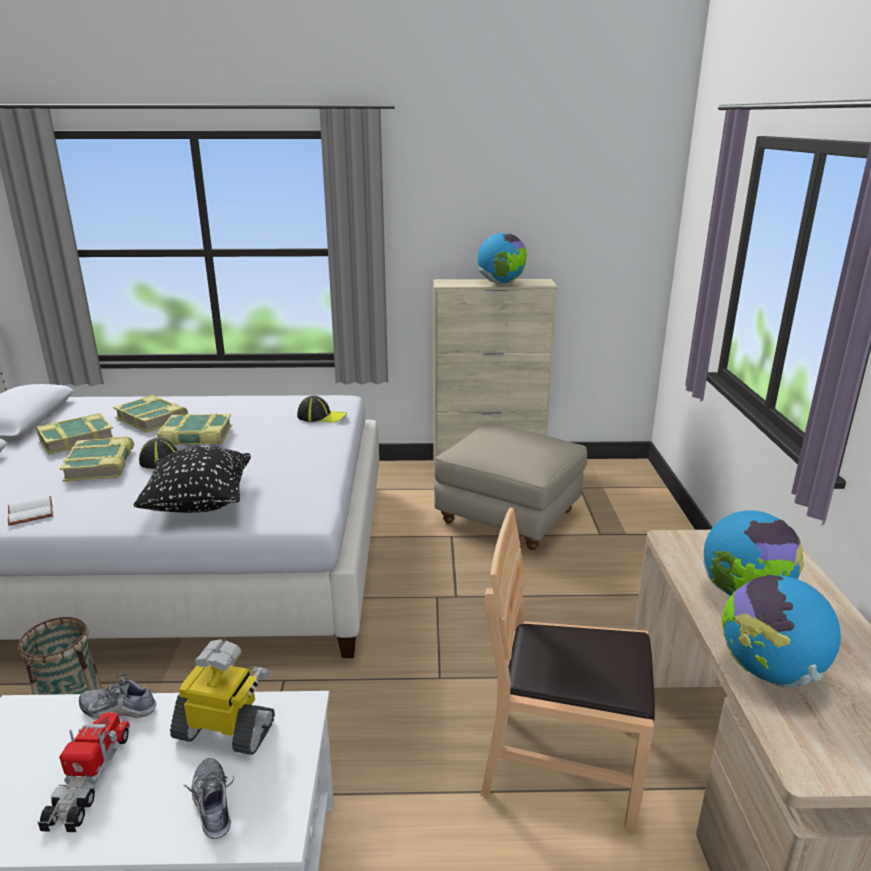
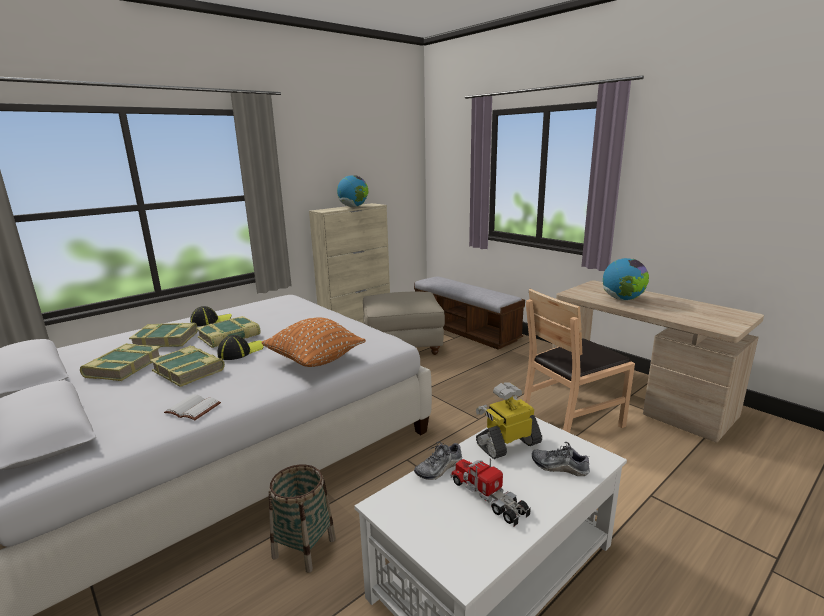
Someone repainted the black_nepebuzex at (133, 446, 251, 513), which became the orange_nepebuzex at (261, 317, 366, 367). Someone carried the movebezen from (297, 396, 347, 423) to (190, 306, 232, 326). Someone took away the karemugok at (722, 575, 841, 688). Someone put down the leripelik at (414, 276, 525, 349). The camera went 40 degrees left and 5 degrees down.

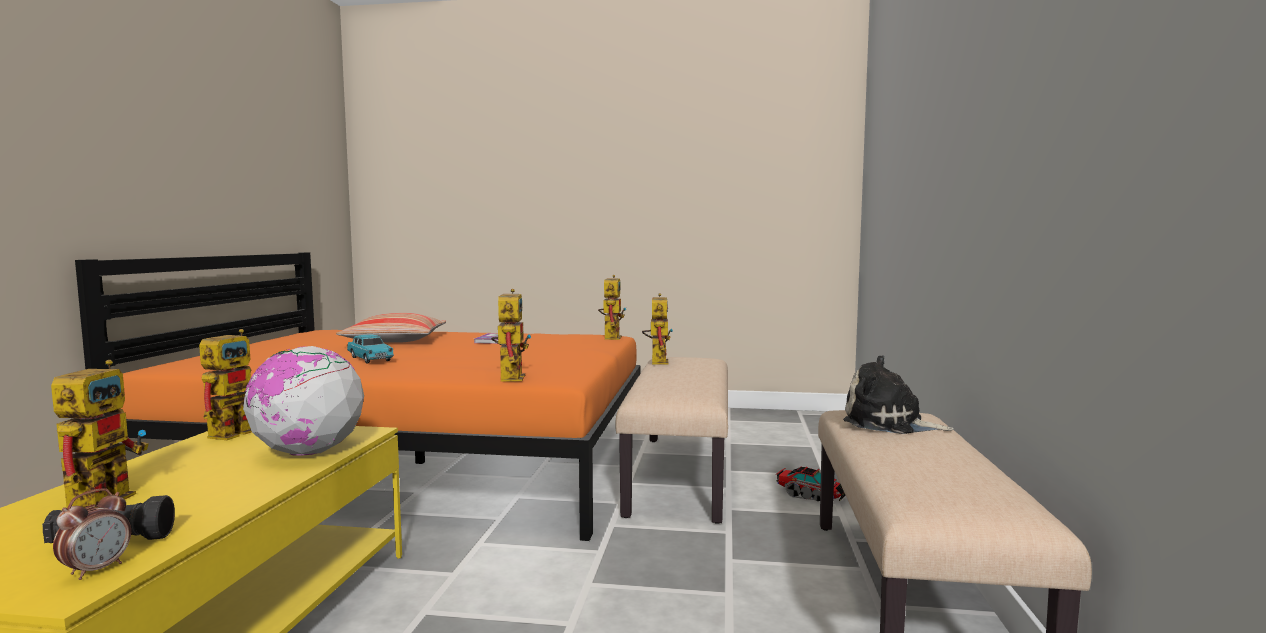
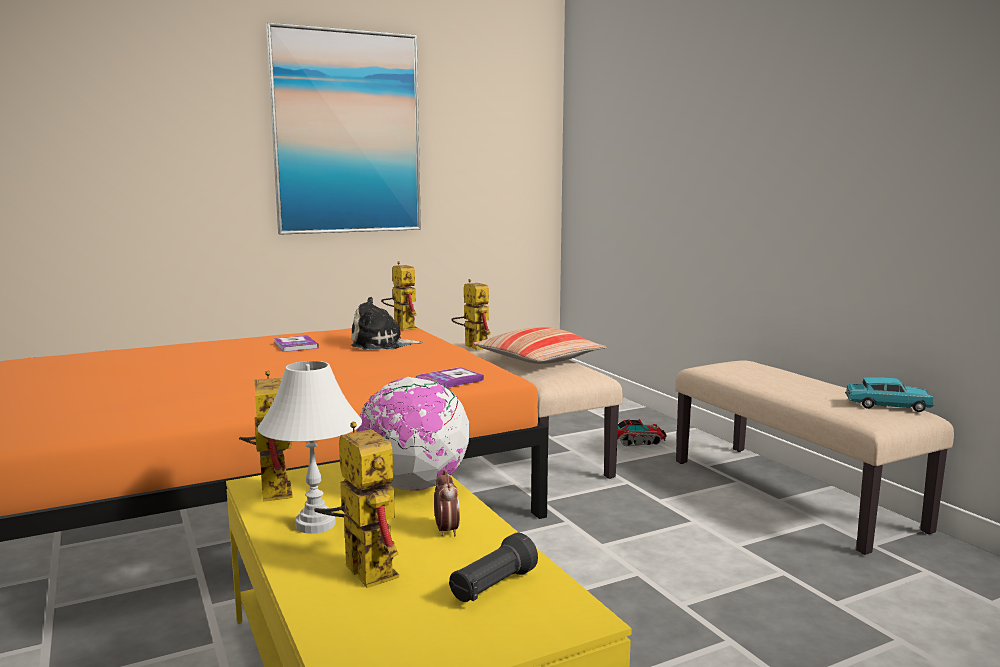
Someone carried the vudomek from (53, 488, 131, 580) to (434, 470, 460, 537). Someone carried the nepebuzex from (336, 313, 446, 343) to (473, 327, 607, 364). Someone carried the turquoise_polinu from (347, 334, 394, 364) to (845, 377, 935, 412). Someone swapped the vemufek at (491, 289, 531, 382) for the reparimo at (415, 367, 484, 388). Someone carried the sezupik from (843, 355, 954, 434) to (351, 297, 423, 349). Someone put down the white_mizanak at (258, 361, 362, 534). Someone put up the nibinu at (266, 22, 421, 235). The camera went 35 degrees left and 5 degrees up.

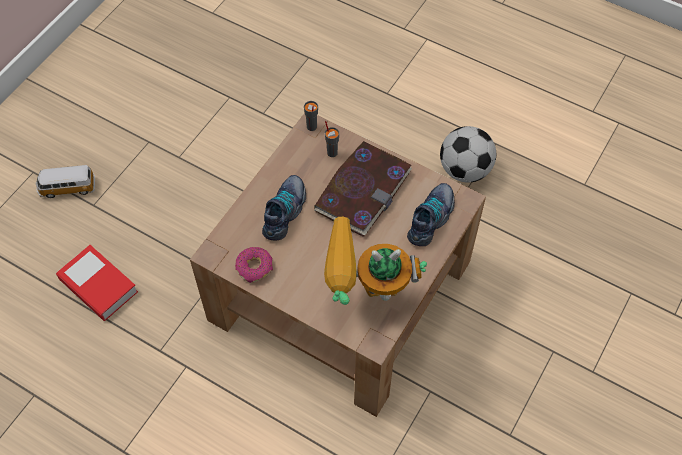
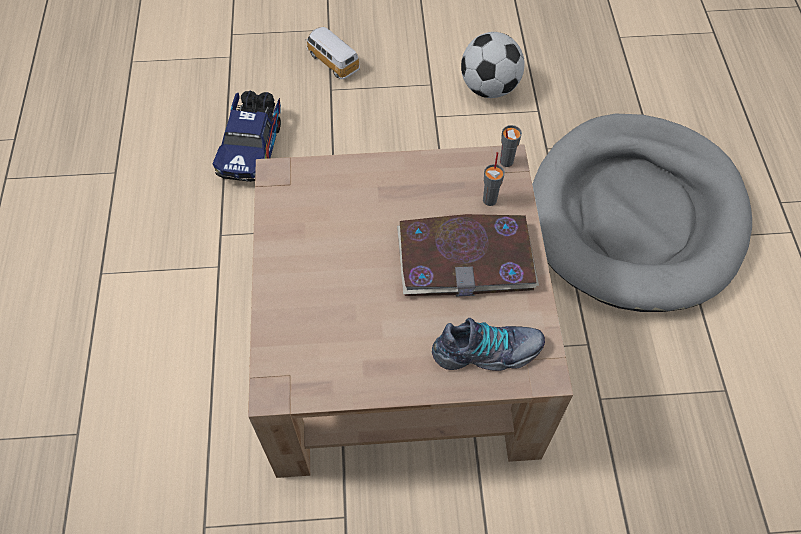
Someone swapped the reparimo at (56, 245, 138, 321) for the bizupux at (213, 91, 281, 182). Someone took away the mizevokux at (235, 247, 273, 283). Someone took away the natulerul at (262, 175, 306, 240). Someone took away the vemufek at (324, 217, 427, 305). Someone carried the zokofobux from (440, 126, 496, 183) to (461, 32, 525, 98). Someone put down the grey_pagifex at (532, 113, 752, 312). The camera went 55 degrees right and 0 degrees up.

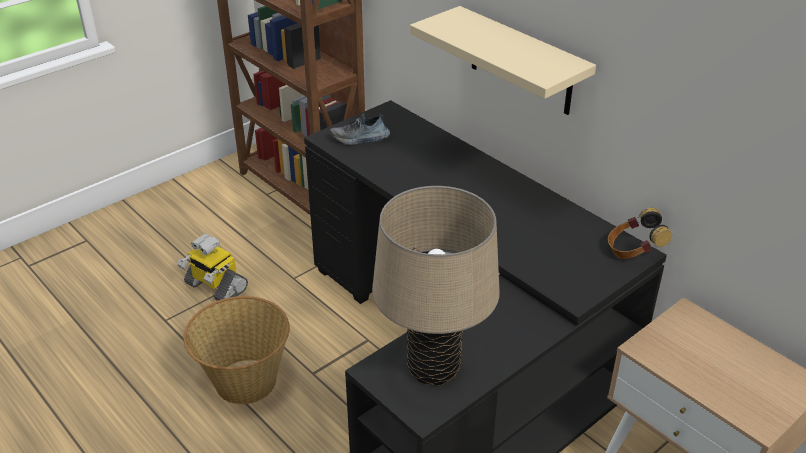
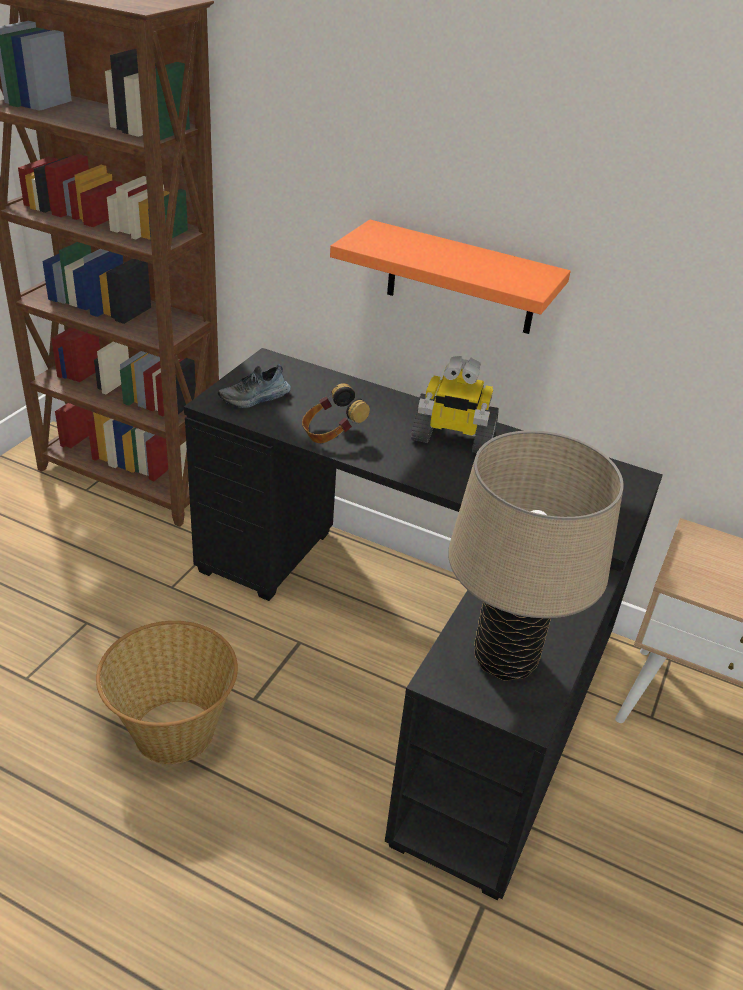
Someone carried the vemufek from (177, 234, 248, 301) to (411, 356, 499, 453). Someone repainted the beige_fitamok at (410, 6, 596, 115), which became the orange_fitamok at (330, 220, 571, 334). Someone carried the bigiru from (608, 208, 672, 259) to (302, 383, 370, 443). The camera went 25 degrees left and 0 degrees up.

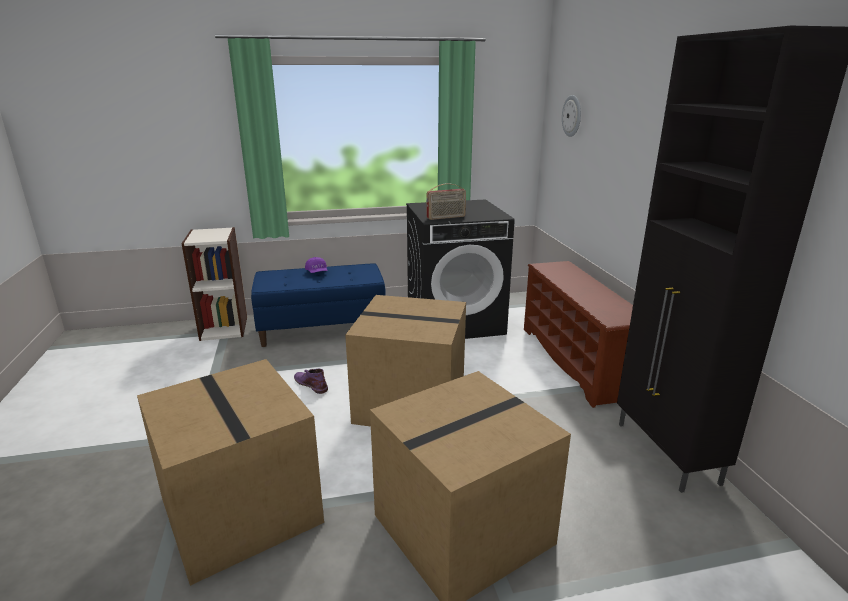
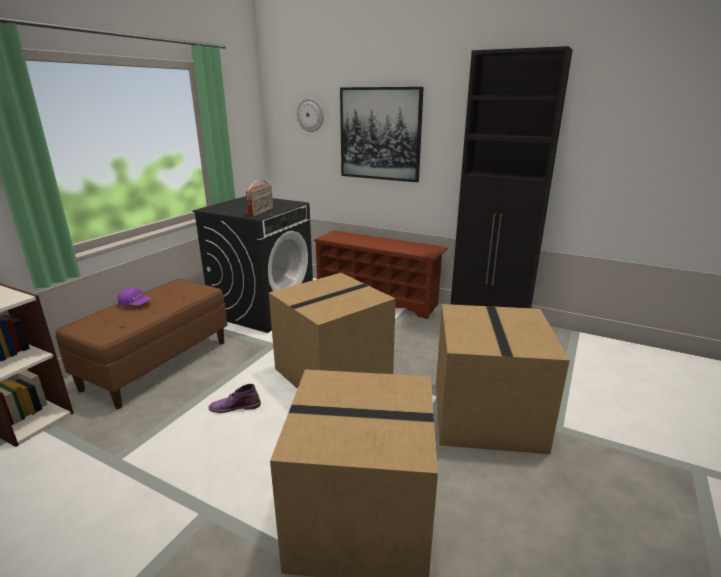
Someone repainted the blue_leripelik at (251, 263, 386, 347), which became the brown_leripelik at (56, 279, 227, 409). Someone put up the nibinu at (340, 87, 424, 182). The camera went 50 degrees left and 0 degrees up.

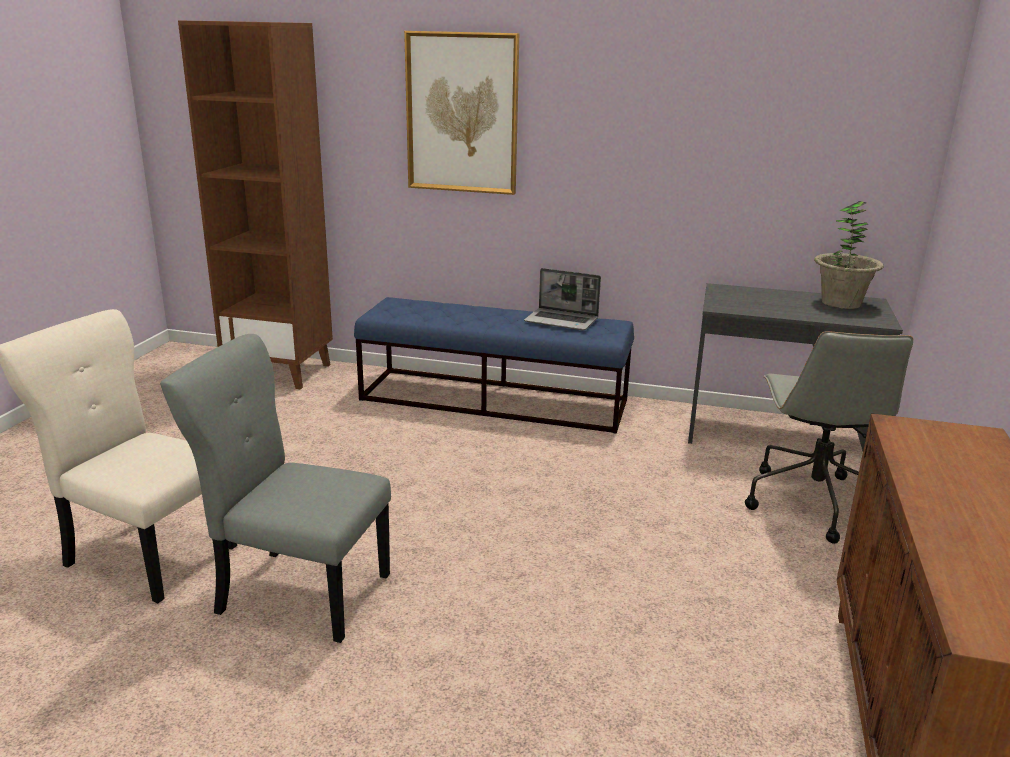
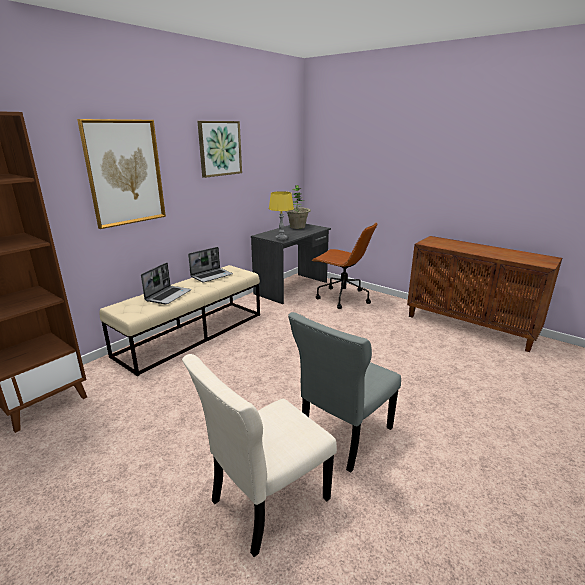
Someone repainted the blue_leripelik at (354, 297, 634, 434), which became the beige_leripelik at (99, 265, 260, 376). Someone repainted the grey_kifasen at (745, 331, 913, 544), which became the brown_kifasen at (311, 222, 377, 309). Someone put down the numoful at (141, 262, 191, 304). Someone put up the nibinu at (197, 121, 242, 178). Someone put down the yellow_mizanak at (269, 191, 294, 240). The camera went 65 degrees left and 0 degrees up.

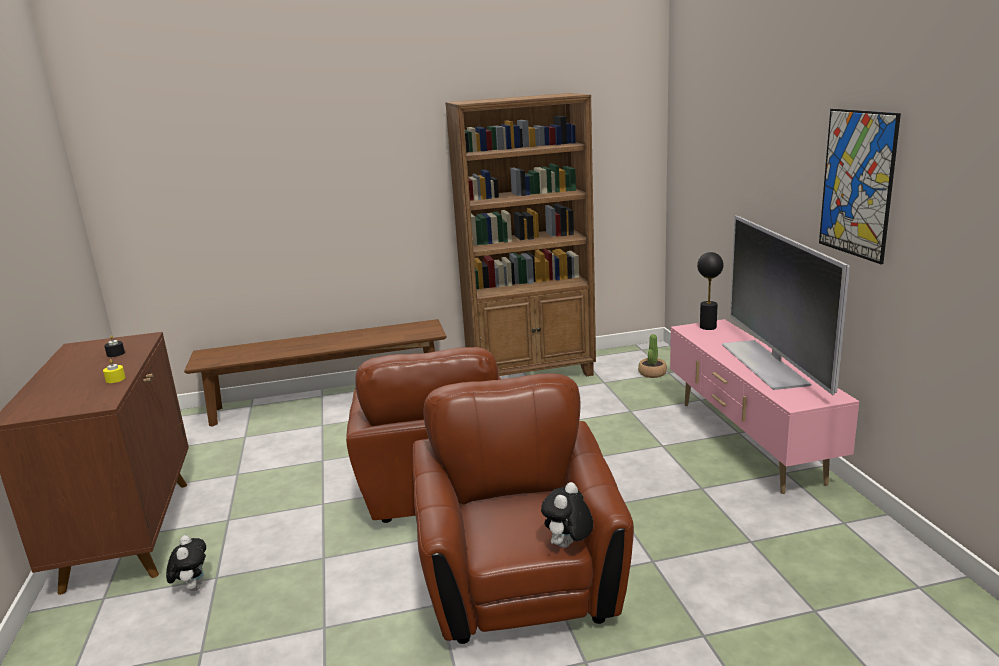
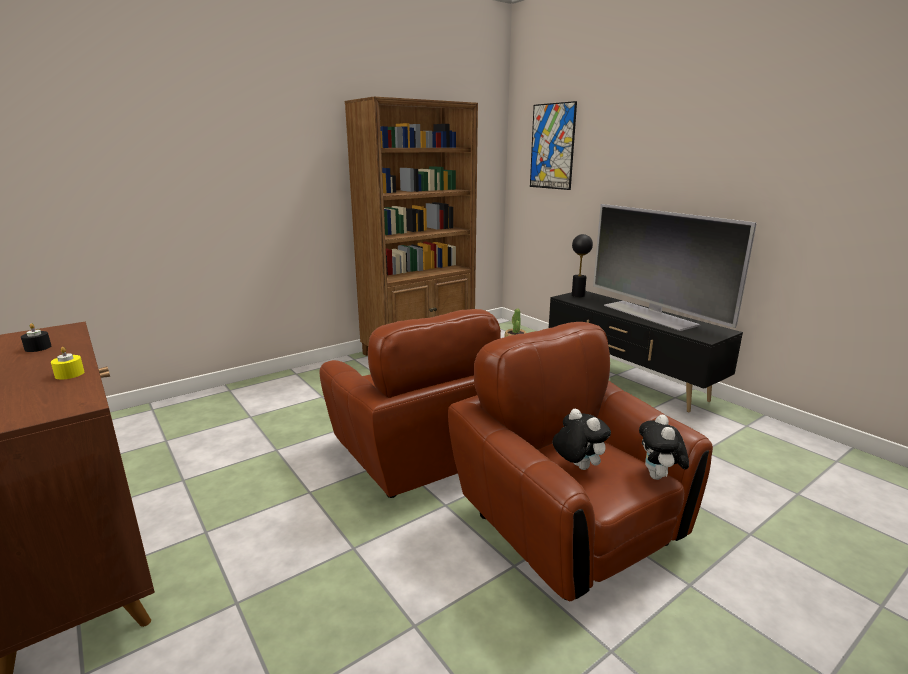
Someone carried the sezupik from (166, 535, 206, 591) to (553, 409, 611, 470). Someone took away the brown_leripelik at (184, 319, 446, 427). Someone repainted the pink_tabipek at (670, 319, 859, 494), which became the black_tabipek at (549, 291, 743, 412). Someone carried the nibinu from (819, 109, 901, 264) to (530, 101, 577, 190). The camera went 25 degrees left and 0 degrees up.

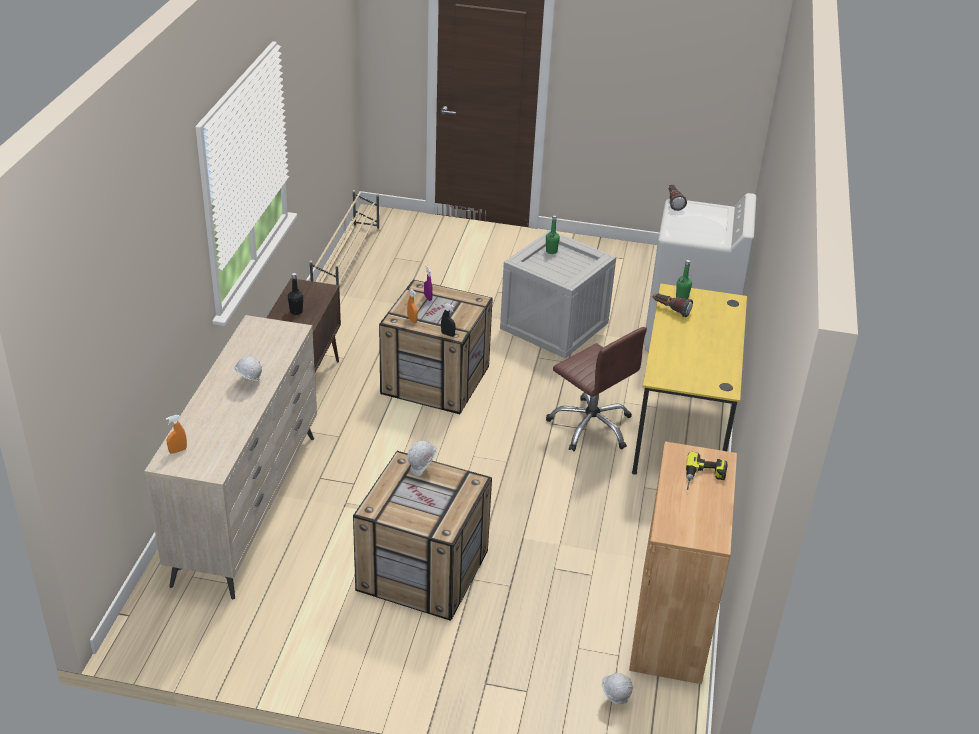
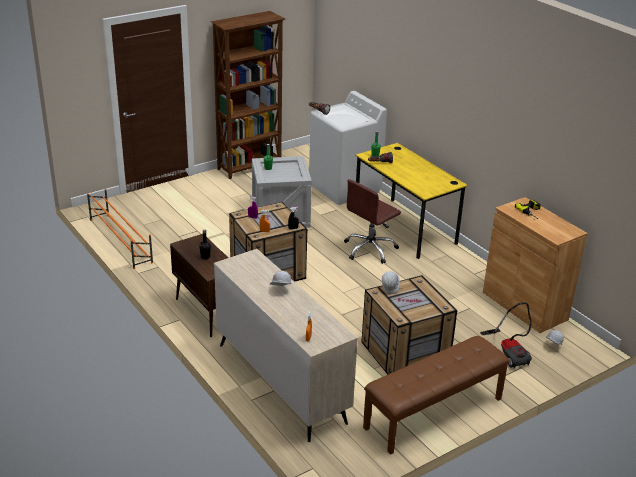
Someone repainted the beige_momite at (310, 190, 380, 285), which became the orange_momite at (87, 189, 153, 269). Someone rotated the brown_kifasen at (546, 327, 647, 452) by 135 degrees clockwise. Someone put down the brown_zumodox at (211, 11, 285, 179). Someone put down the brown_leripelik at (363, 336, 510, 455). Someone put down the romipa at (480, 302, 532, 369). The camera went 45 degrees left and 5 degrees down.

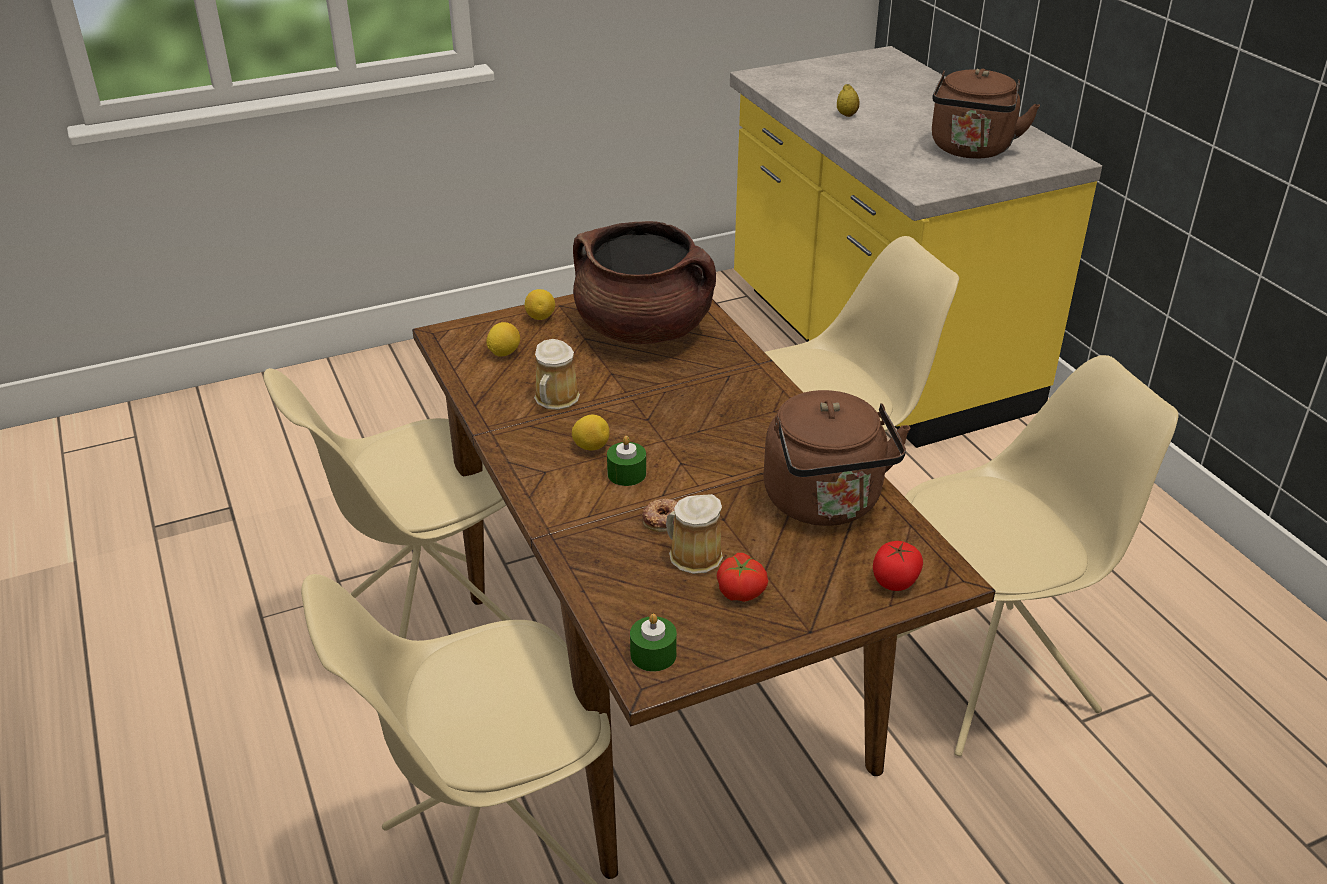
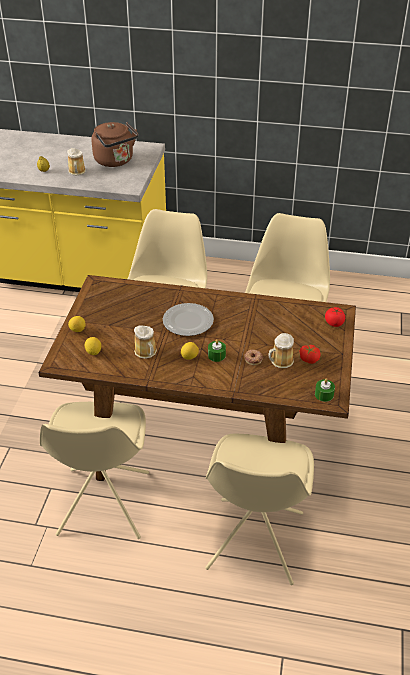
Someone took away the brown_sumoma at (573, 221, 716, 344). Someone took away the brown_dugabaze at (764, 390, 910, 526). Someone put down the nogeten at (67, 148, 86, 175). Someone put down the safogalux at (163, 303, 214, 336). The camera went 55 degrees left and 5 degrees up.

